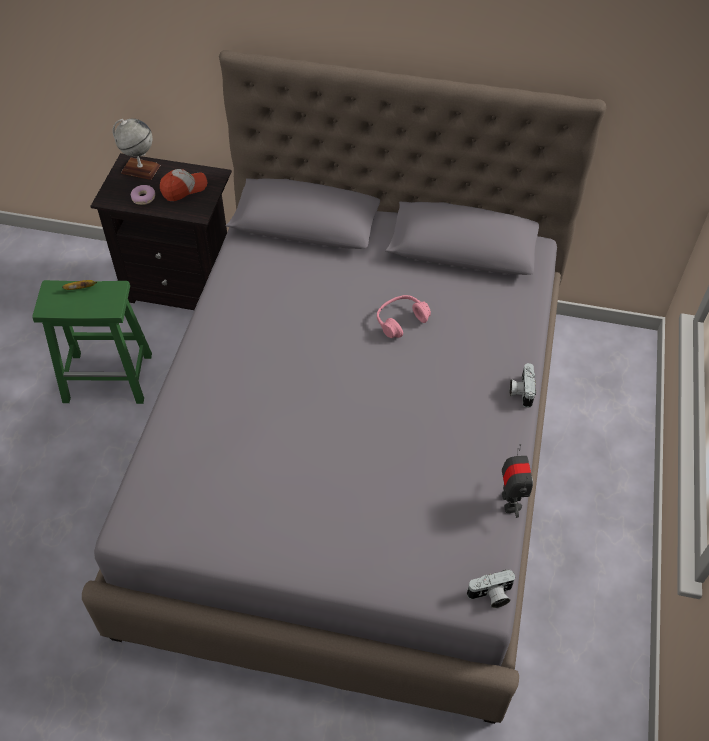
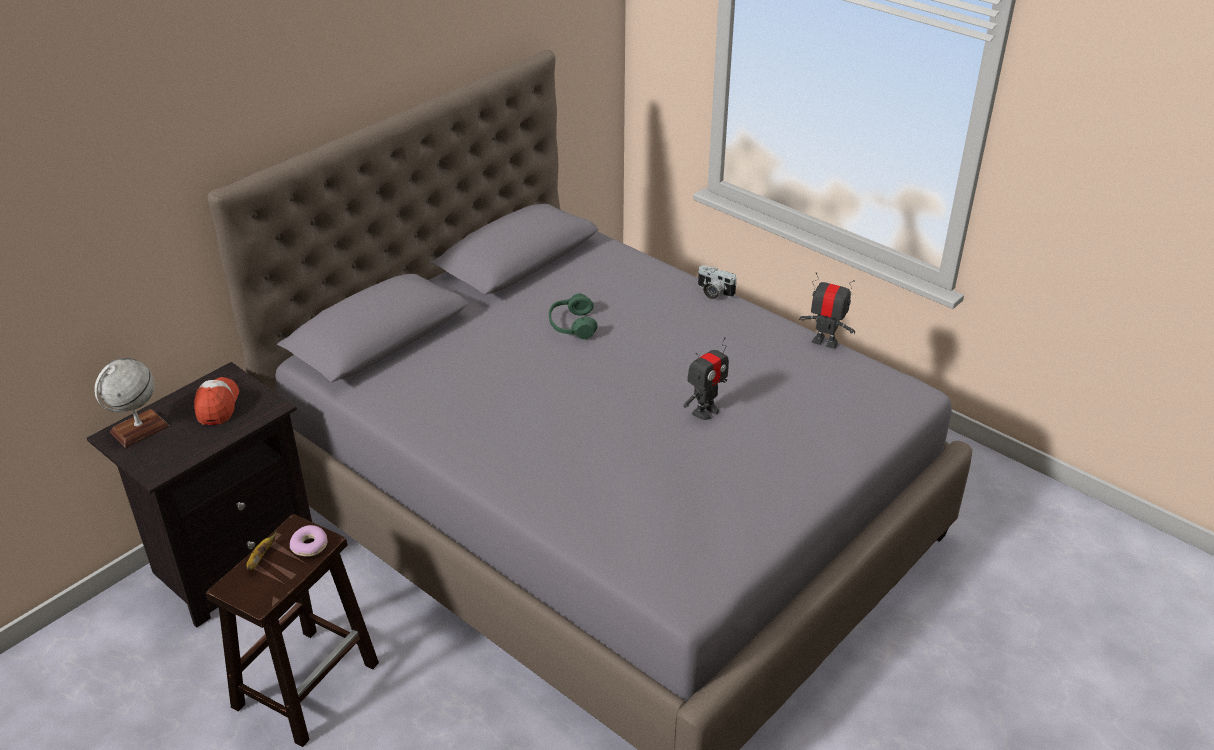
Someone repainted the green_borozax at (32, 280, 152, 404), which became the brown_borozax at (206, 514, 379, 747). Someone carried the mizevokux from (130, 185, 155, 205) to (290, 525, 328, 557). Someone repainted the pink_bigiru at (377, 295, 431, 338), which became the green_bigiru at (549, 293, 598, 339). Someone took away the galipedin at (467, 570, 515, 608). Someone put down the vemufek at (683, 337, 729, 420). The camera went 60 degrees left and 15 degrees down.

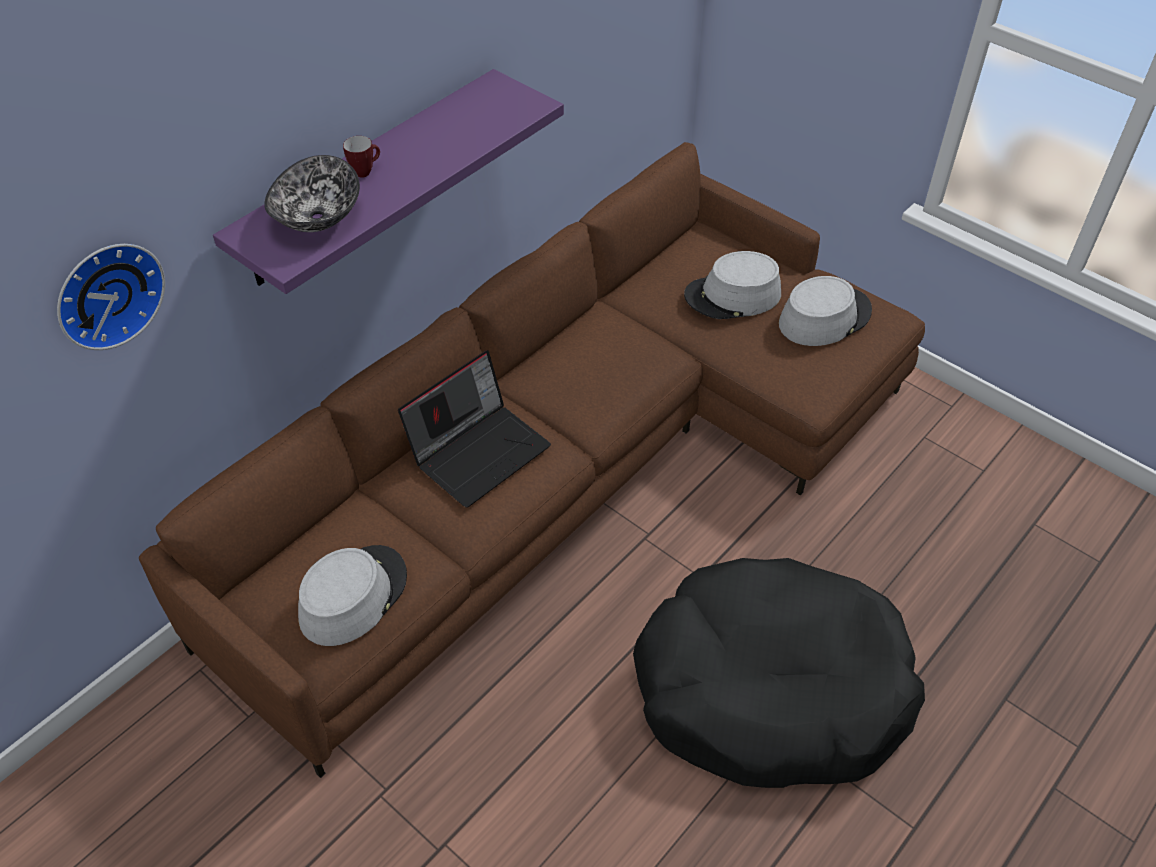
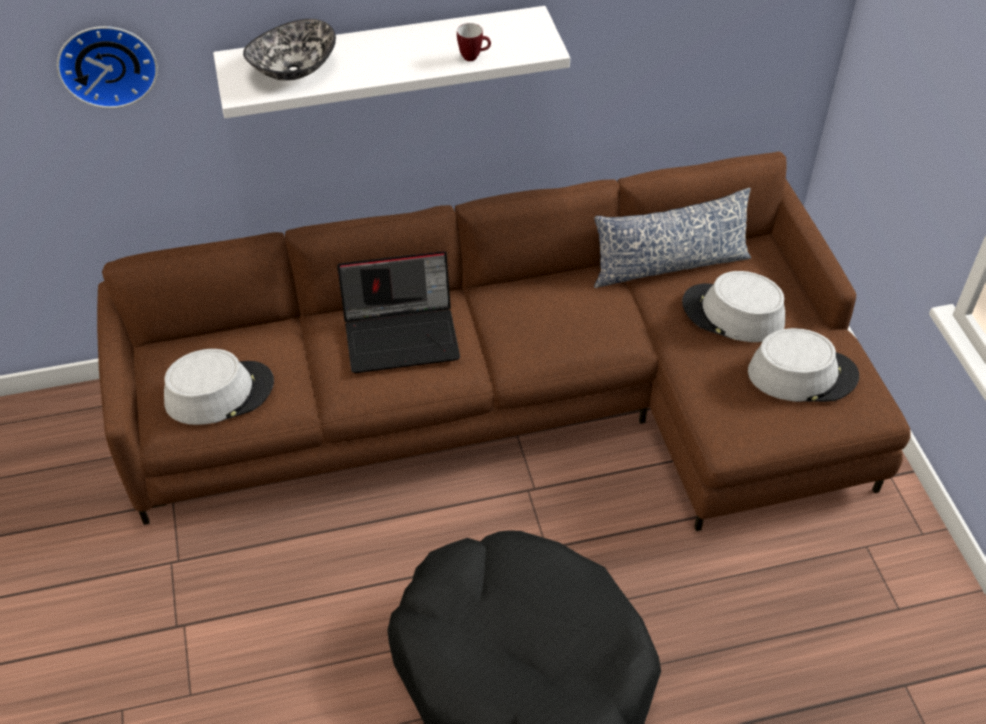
Someone repainted the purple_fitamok at (213, 69, 564, 294), which became the white_fitamok at (213, 6, 570, 118). Someone carried the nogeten from (343, 136, 380, 178) to (457, 23, 491, 61). Someone put down the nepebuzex at (594, 188, 751, 288). The camera went 35 degrees right and 0 degrees up.

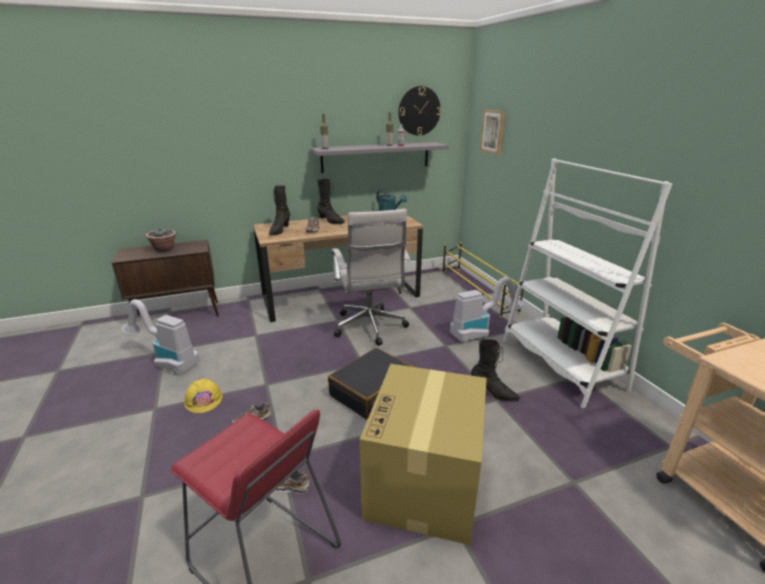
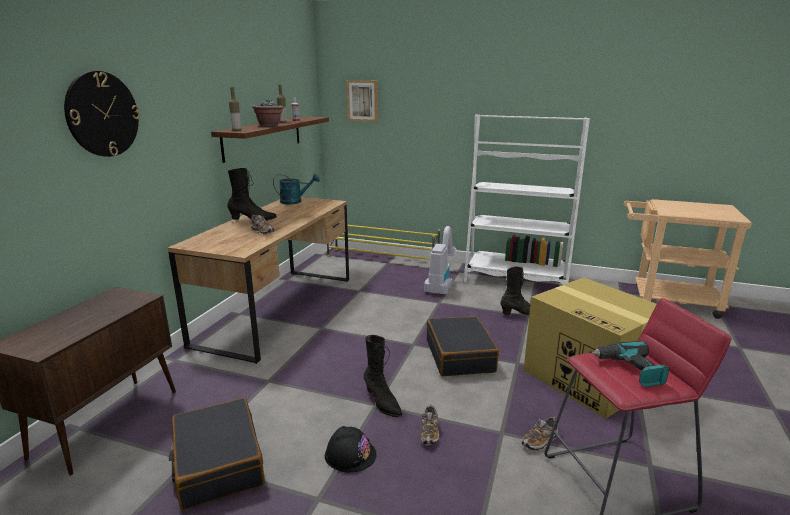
Someone swapped the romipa at (122, 299, 200, 376) for the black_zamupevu at (169, 398, 265, 510). Someone carried the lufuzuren from (145, 228, 176, 252) to (252, 100, 284, 126). Someone repainted the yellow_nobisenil at (184, 378, 223, 413), which became the black_nobisenil at (325, 426, 376, 472). Someone carried the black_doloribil from (269, 185, 290, 236) to (364, 335, 402, 417). Someone repainted the grey_fitamok at (311, 142, 449, 173), which became the brown_fitamok at (211, 116, 329, 163). Someone took away the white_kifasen at (332, 209, 411, 346). Someone carried the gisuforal from (398, 86, 441, 136) to (64, 71, 140, 157). Someone put down the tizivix at (591, 341, 669, 387). The camera went 50 degrees left and 5 degrees down.

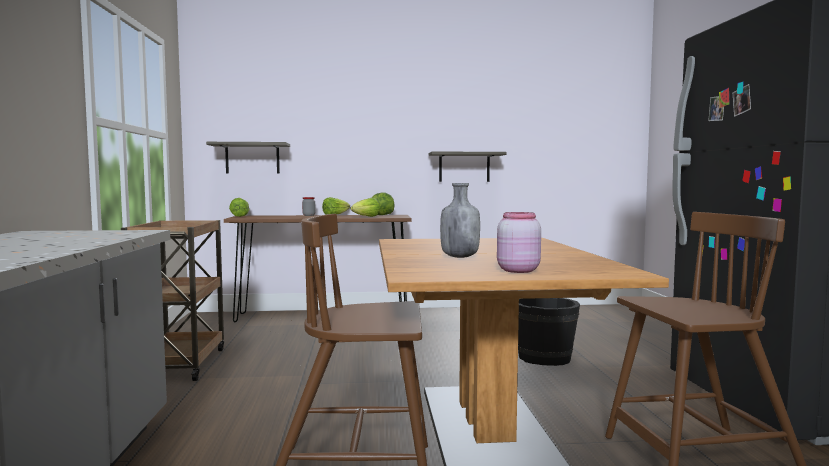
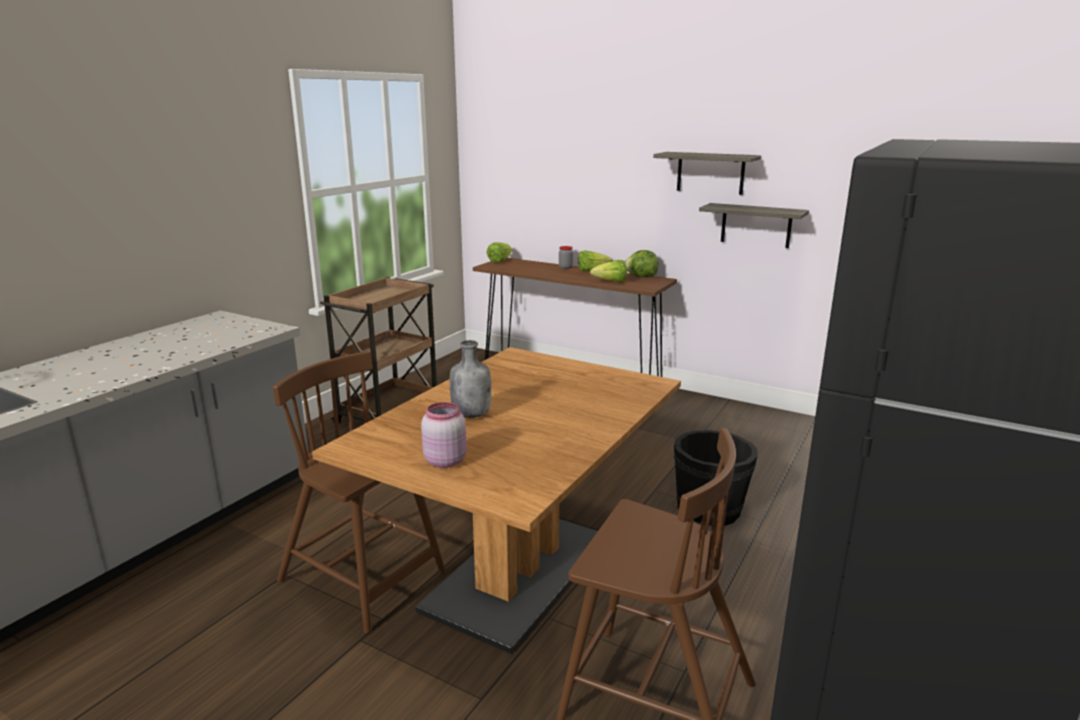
Someone carried the fitamok from (206, 142, 290, 173) to (653, 152, 761, 195). The camera went 35 degrees right and 15 degrees up.

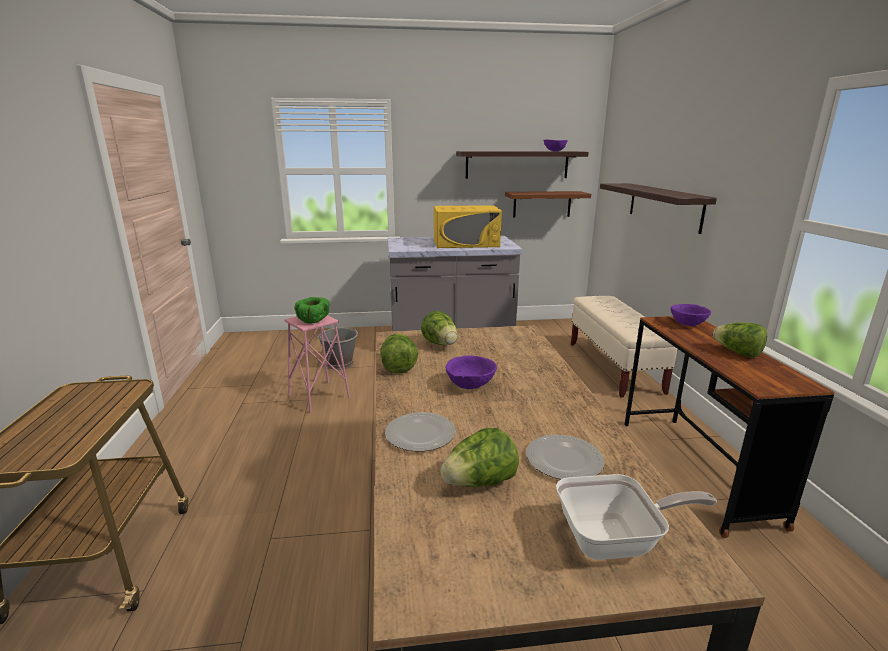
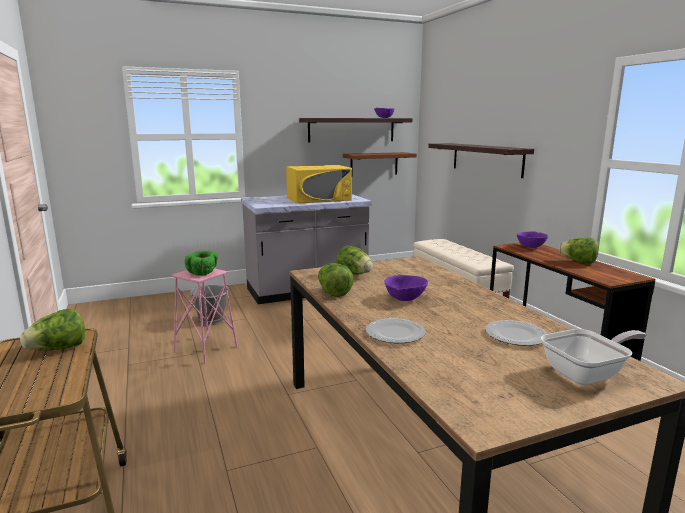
Someone carried the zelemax from (441, 428, 519, 487) to (20, 309, 85, 351). The camera went 15 degrees left and 5 degrees down.

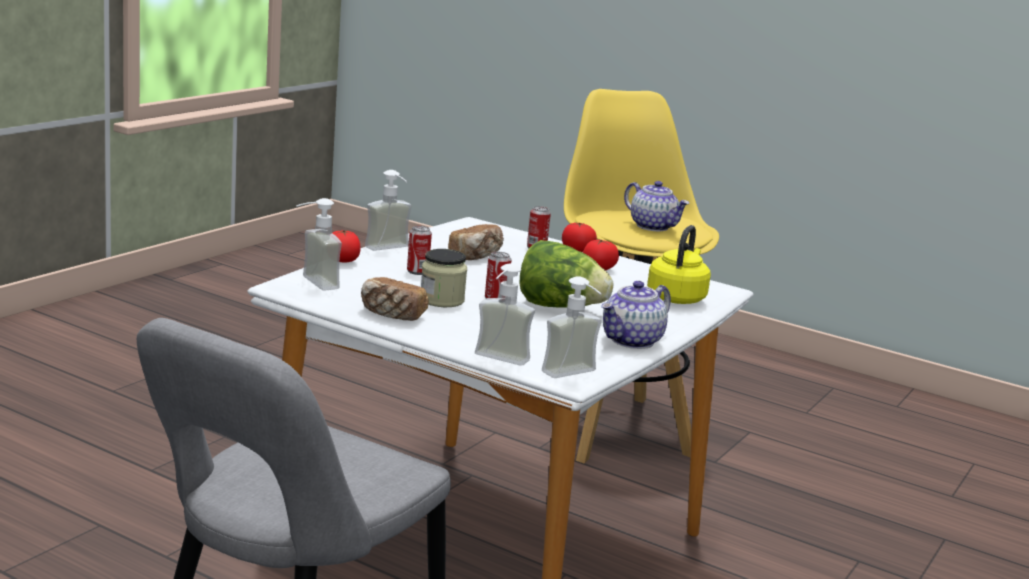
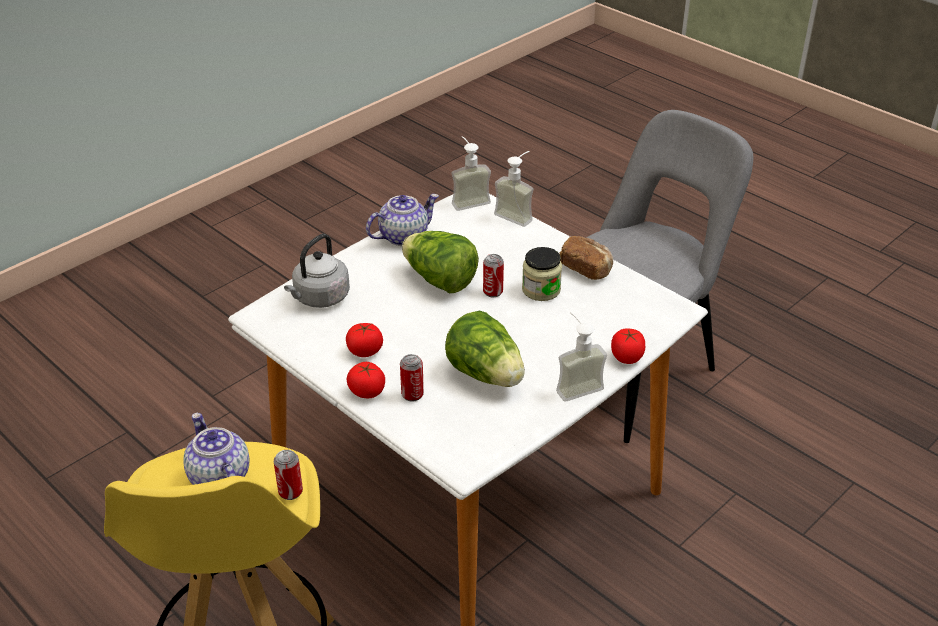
Someone took away the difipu at (296, 198, 342, 291). Someone carried the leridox from (407, 226, 432, 275) to (274, 450, 303, 500). Someone swapped the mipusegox at (448, 224, 504, 260) for the zelemax at (445, 310, 525, 387). Someone repainted the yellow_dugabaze at (647, 225, 711, 304), which became the grey_dugabaze at (284, 234, 350, 308). The camera went 165 degrees left and 20 degrees up.

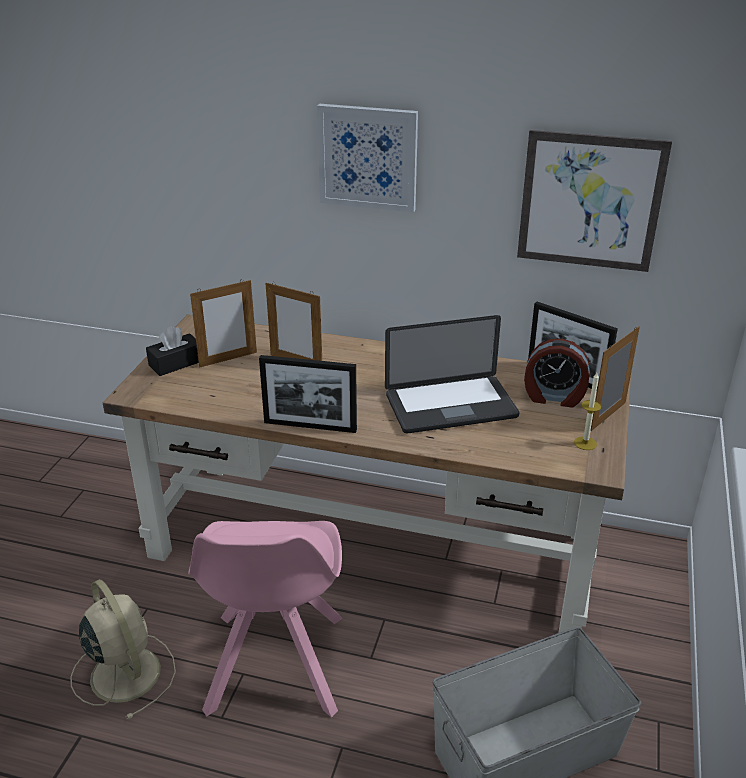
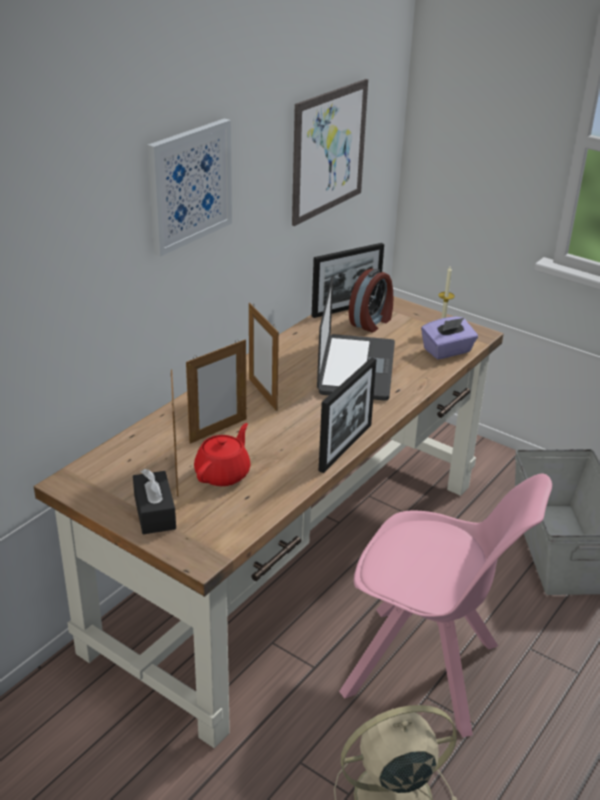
Someone carried the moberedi from (590, 326, 640, 431) to (249, 303, 279, 411). Someone put down the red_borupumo at (194, 423, 251, 486). Someone put down the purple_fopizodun at (421, 317, 478, 359). The camera went 70 degrees left and 0 degrees up.

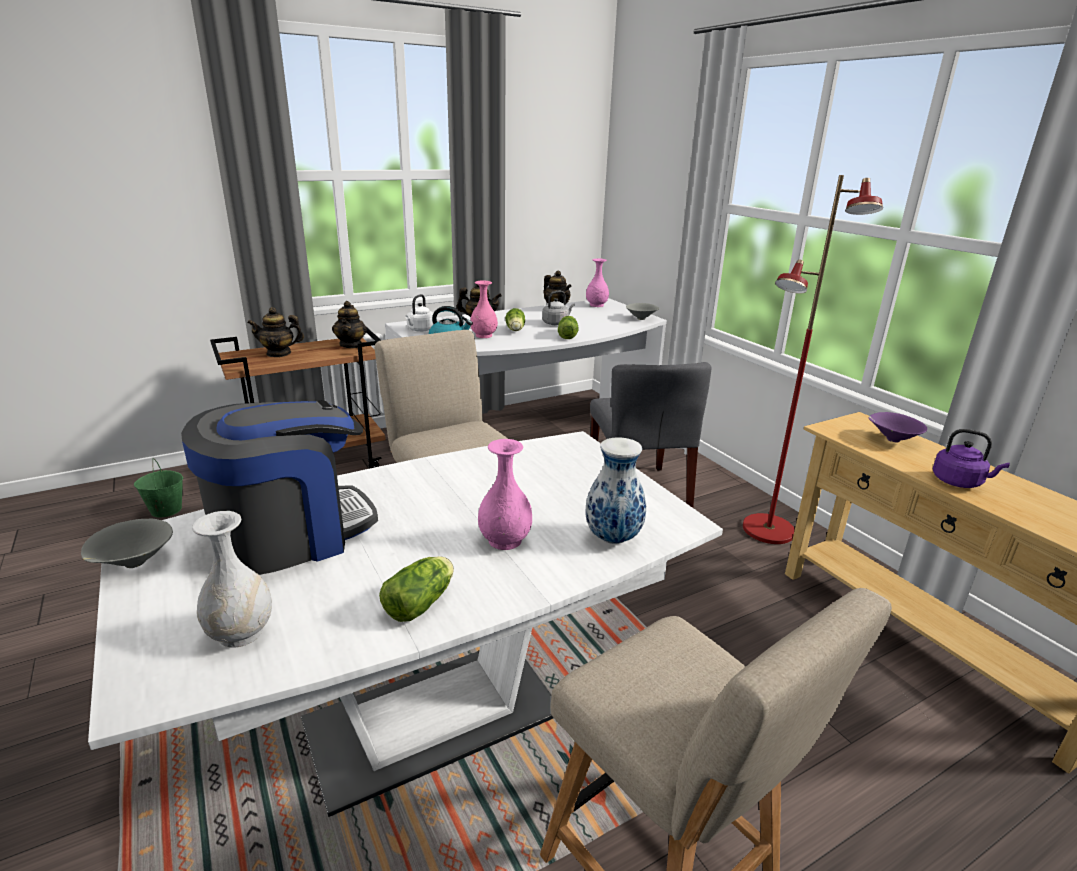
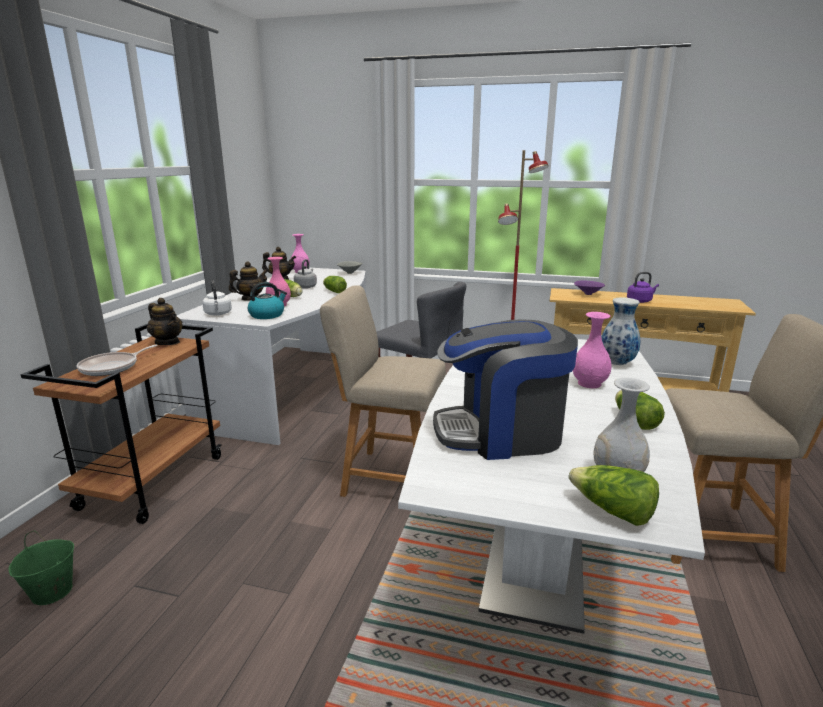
Someone took away the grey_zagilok at (81, 519, 173, 568). Someone rotated the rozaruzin at (181, 401, 378, 575) by 105 degrees counterclockwise. Someone swapped the borupumo at (247, 307, 304, 357) for the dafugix at (76, 345, 158, 376). Someone put down the zelemax at (569, 465, 659, 526). The camera went 45 degrees left and 5 degrees down.

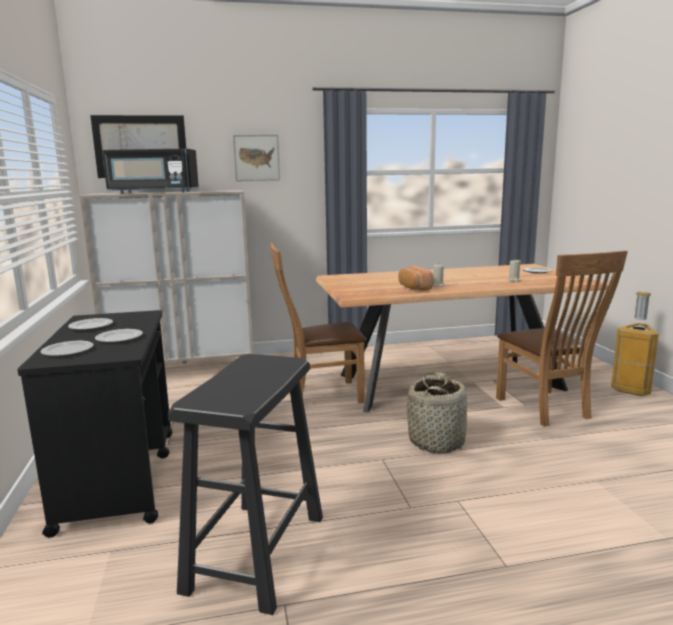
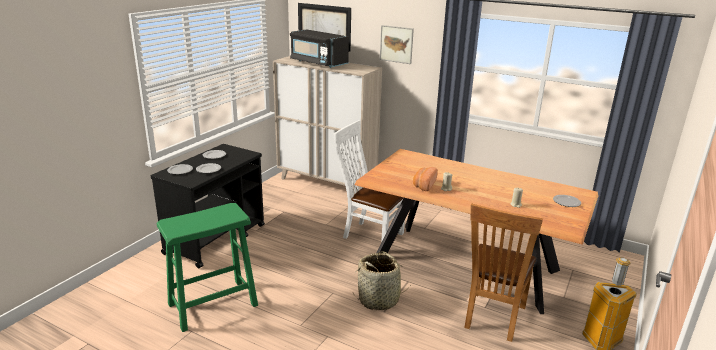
Someone repainted the black_borozax at (168, 354, 323, 615), which became the green_borozax at (157, 203, 258, 332). Someone repainted the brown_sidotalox at (270, 243, 367, 403), which became the white_sidotalox at (334, 120, 405, 243). The camera went 40 degrees right and 10 degrees up.

